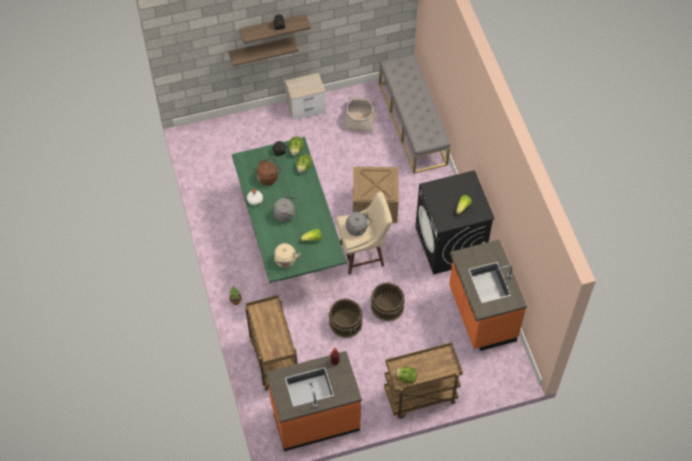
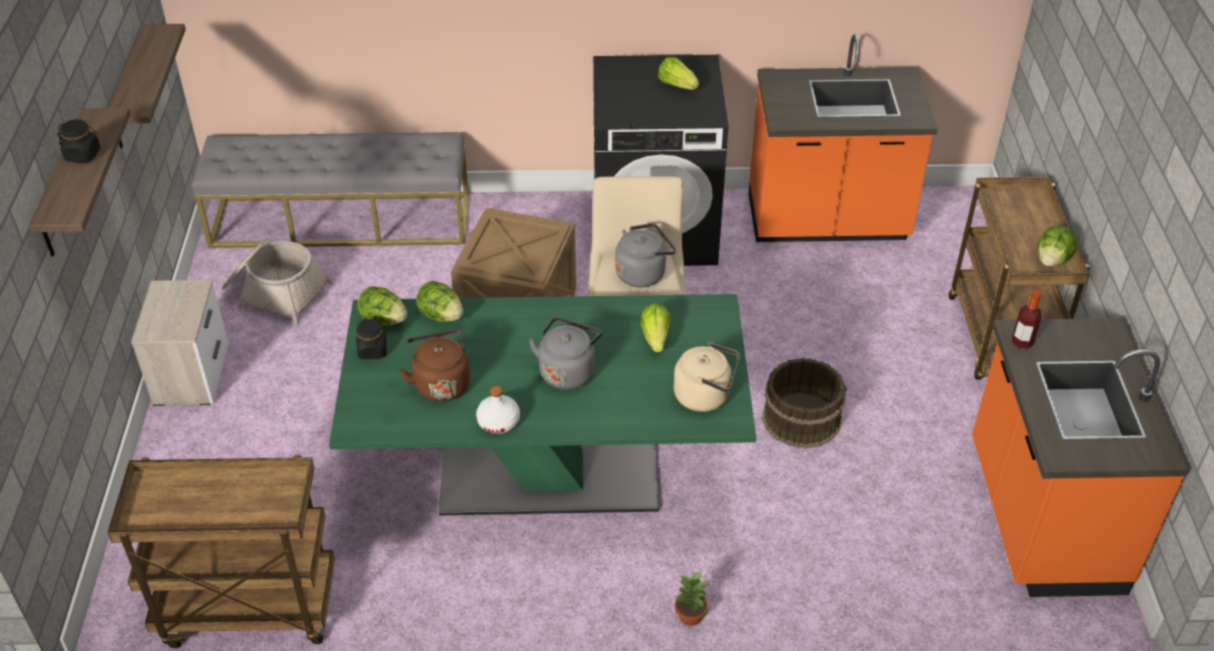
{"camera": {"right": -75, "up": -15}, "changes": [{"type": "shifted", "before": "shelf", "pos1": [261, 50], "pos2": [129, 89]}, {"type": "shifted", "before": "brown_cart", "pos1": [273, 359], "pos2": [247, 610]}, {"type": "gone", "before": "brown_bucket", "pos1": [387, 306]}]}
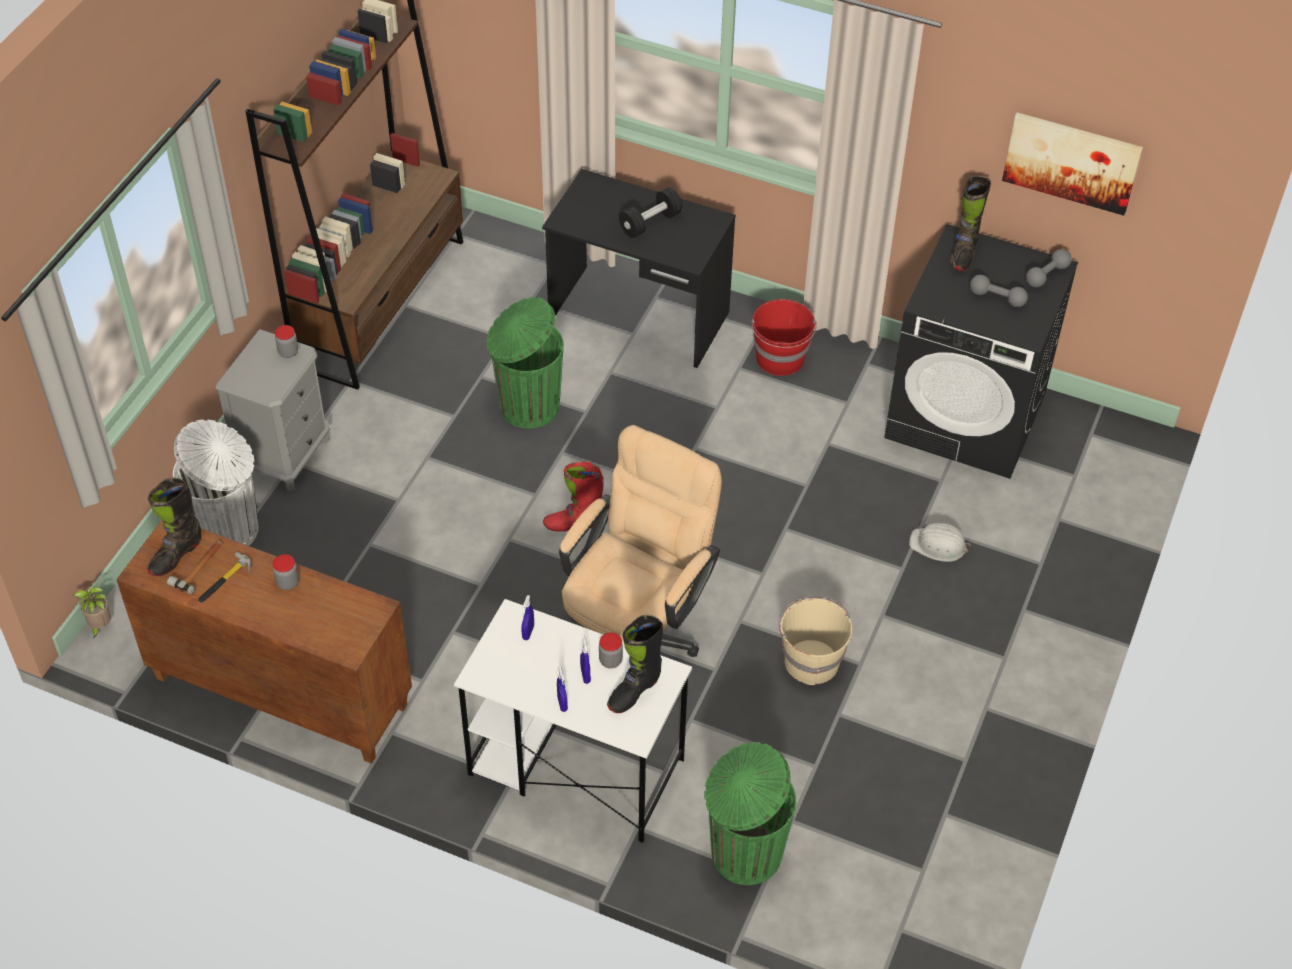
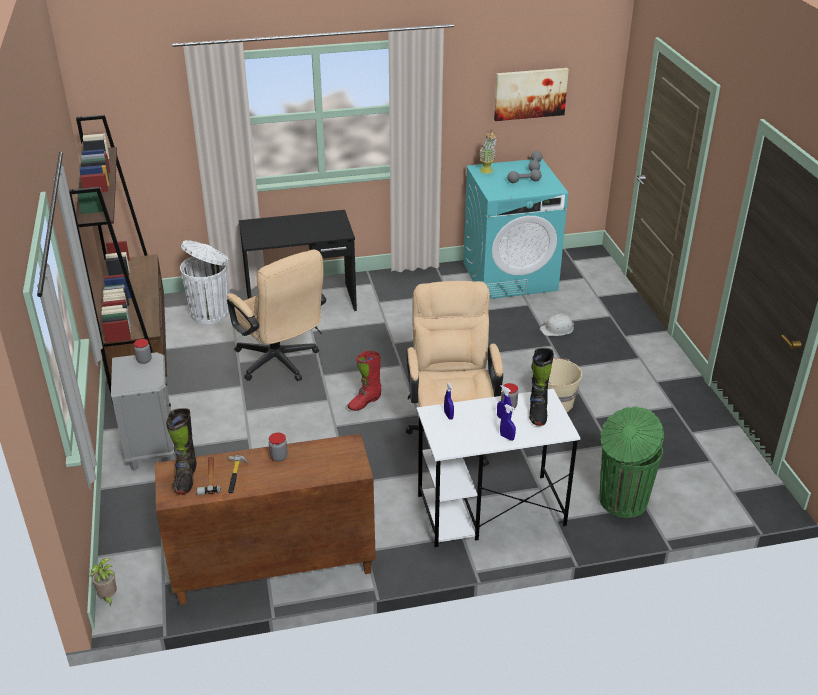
{"camera": {"right": -35, "up": -15}, "changes": [{"type": "shifted", "before": "white_trash_can", "pos1": [229, 530], "pos2": [211, 313]}, {"type": "swapped", "before": "green_trash_can", "after": "beige_office_chair", "pos1": [527, 406], "pos2": [280, 364]}, {"type": "gone", "before": "black_dumbbell", "pos1": [650, 223]}, {"type": "gone", "before": "red_bucket", "pos1": [780, 359]}, {"type": "repainted", "before": "black_washing_machine", "after": "turquoise_washing_machine", "pos1": [966, 416], "pos2": [510, 276]}, {"type": "swapped", "before": "black_boot", "after": "potted_plant", "pos1": [963, 253], "pos2": [487, 172]}]}
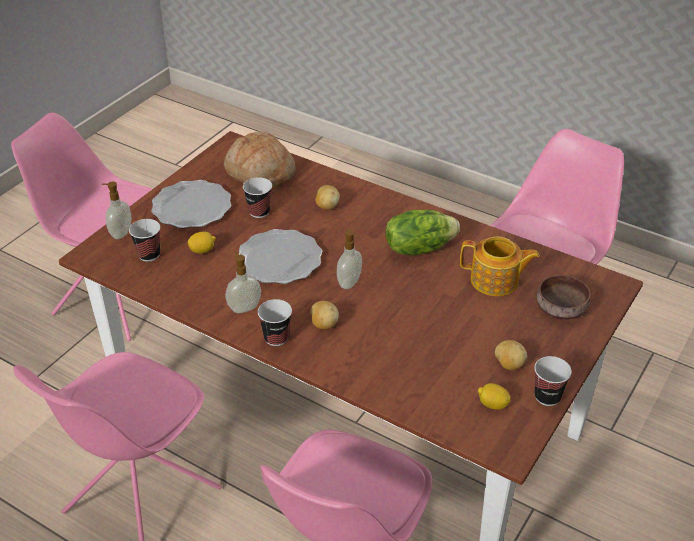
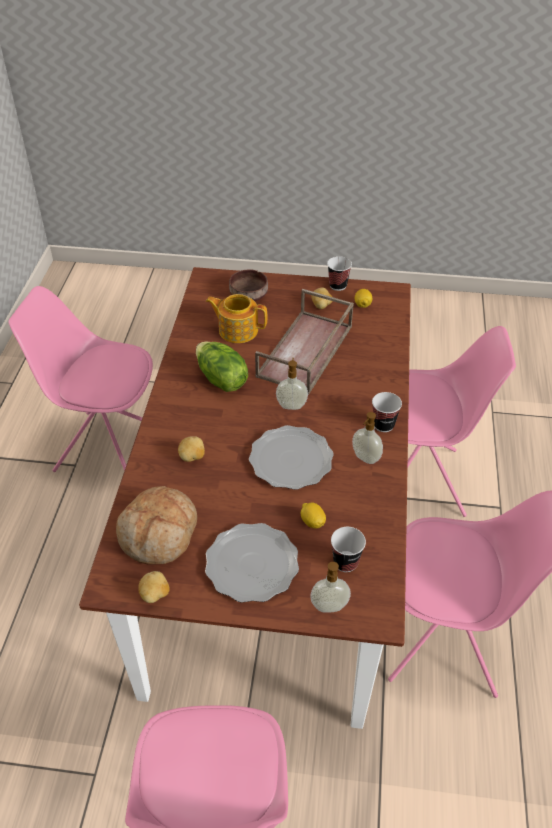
{"camera": {"right": -115, "up": 5}, "changes": [{"type": "gone", "before": "cup", "pos1": [259, 212]}, {"type": "shifted", "before": "potato", "pos1": [323, 324], "pos2": [155, 595]}, {"type": "rotated", "before": "teapot", "pos1": [495, 281], "pos2": [237, 330], "turn": -60}, {"type": "new", "after": "brown_tray", "pos2": [305, 352]}]}
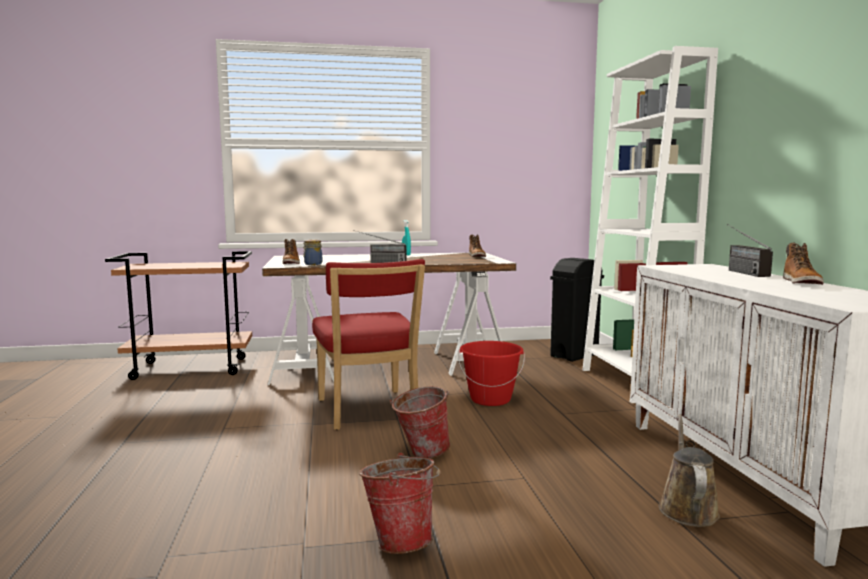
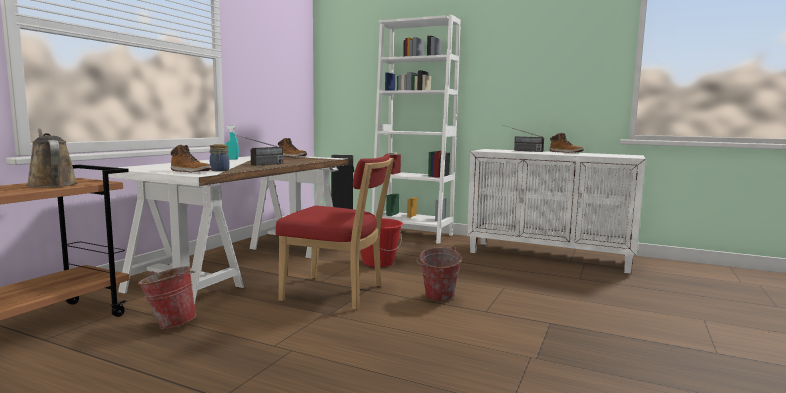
{"camera": {"right": -55, "up": 0}, "changes": [{"type": "shifted", "before": "bucket", "pos1": [401, 540], "pos2": [170, 324]}, {"type": "shifted", "before": "brown_watering_can", "pos1": [687, 508], "pos2": [51, 184]}]}
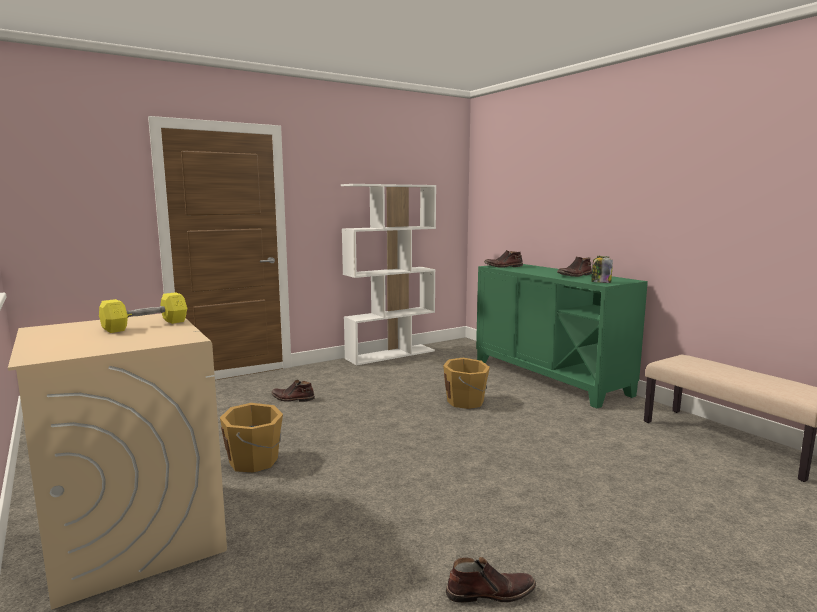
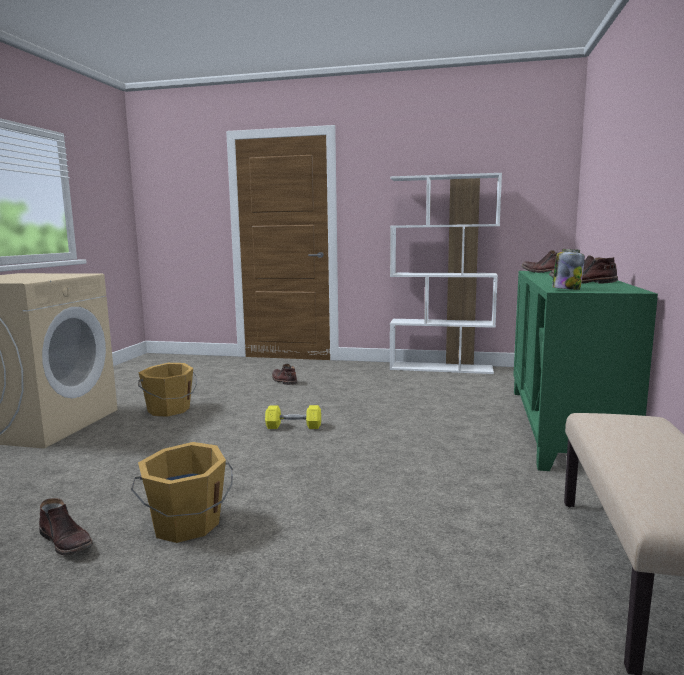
{"camera": {"right": 45, "up": 0}, "changes": [{"type": "shifted", "before": "yellow_dumbbell", "pos1": [145, 325], "pos2": [293, 426]}, {"type": "shifted", "before": "orange_bucket", "pos1": [466, 402], "pos2": [186, 525]}]}
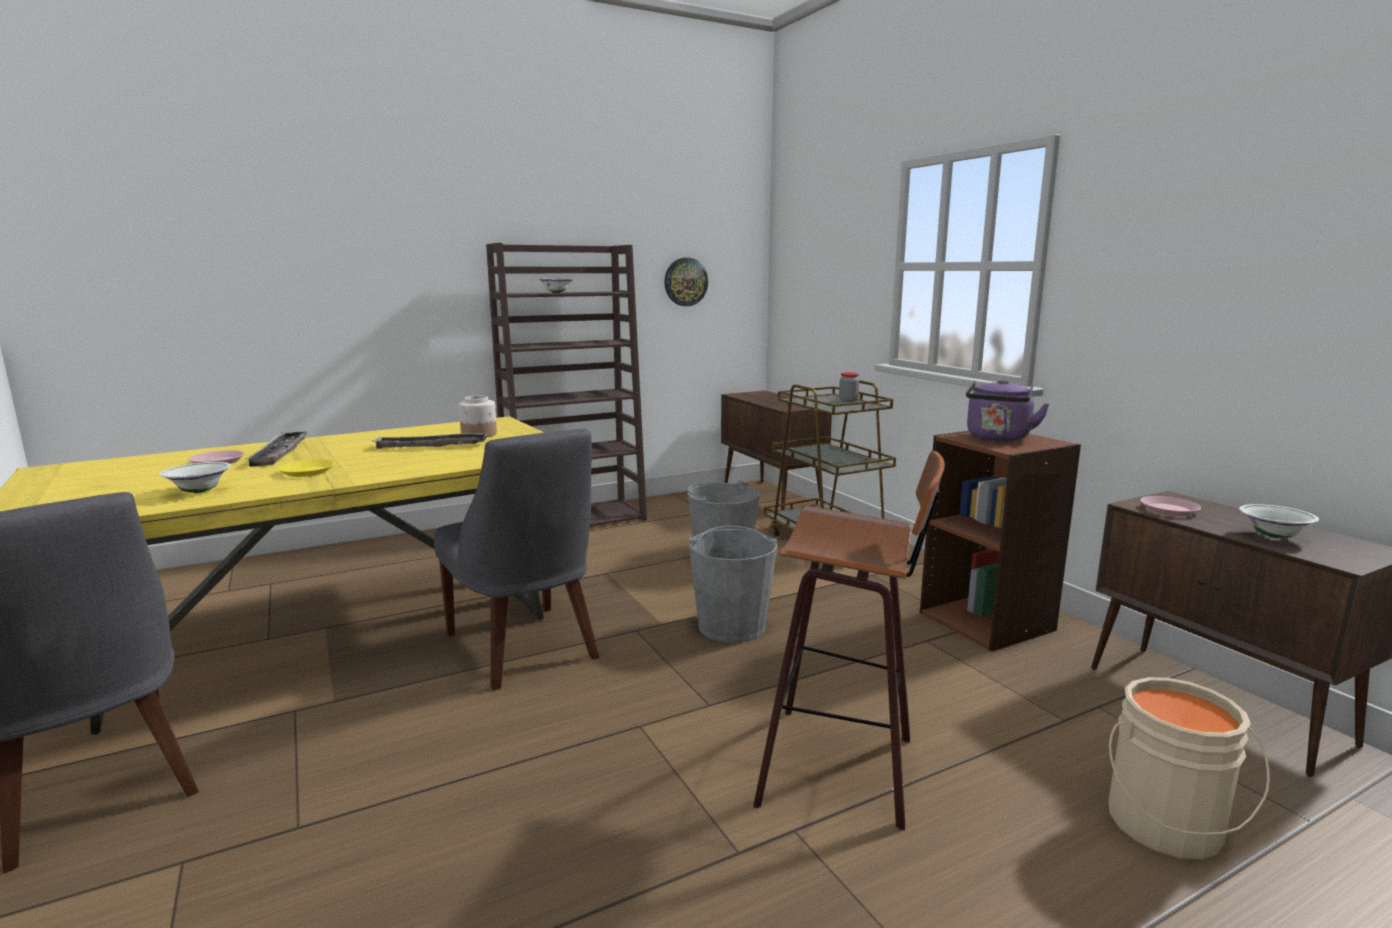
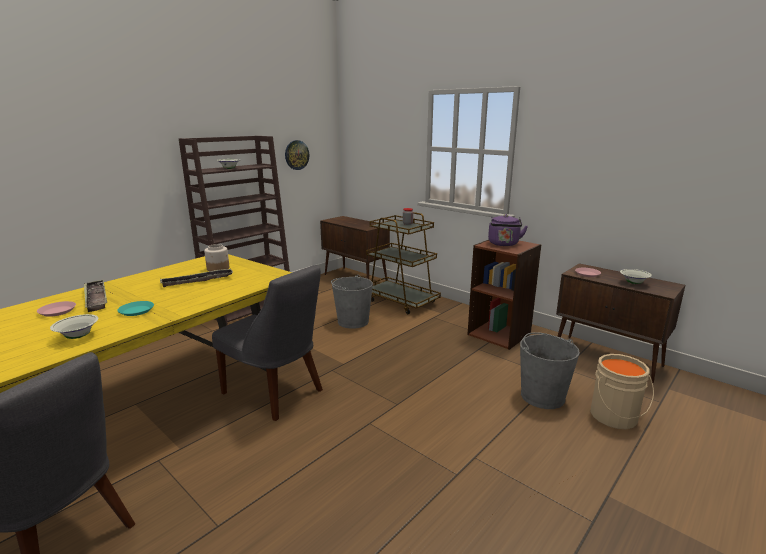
{"camera": {"right": -20, "up": 5}, "changes": [{"type": "repainted", "before": "yellow_plate", "after": "turquoise_plate", "pos1": [306, 472], "pos2": [136, 311]}, {"type": "shifted", "before": "grey_bucket", "pos1": [731, 626], "pos2": [542, 396]}, {"type": "gone", "before": "stool", "pos1": [844, 766]}]}
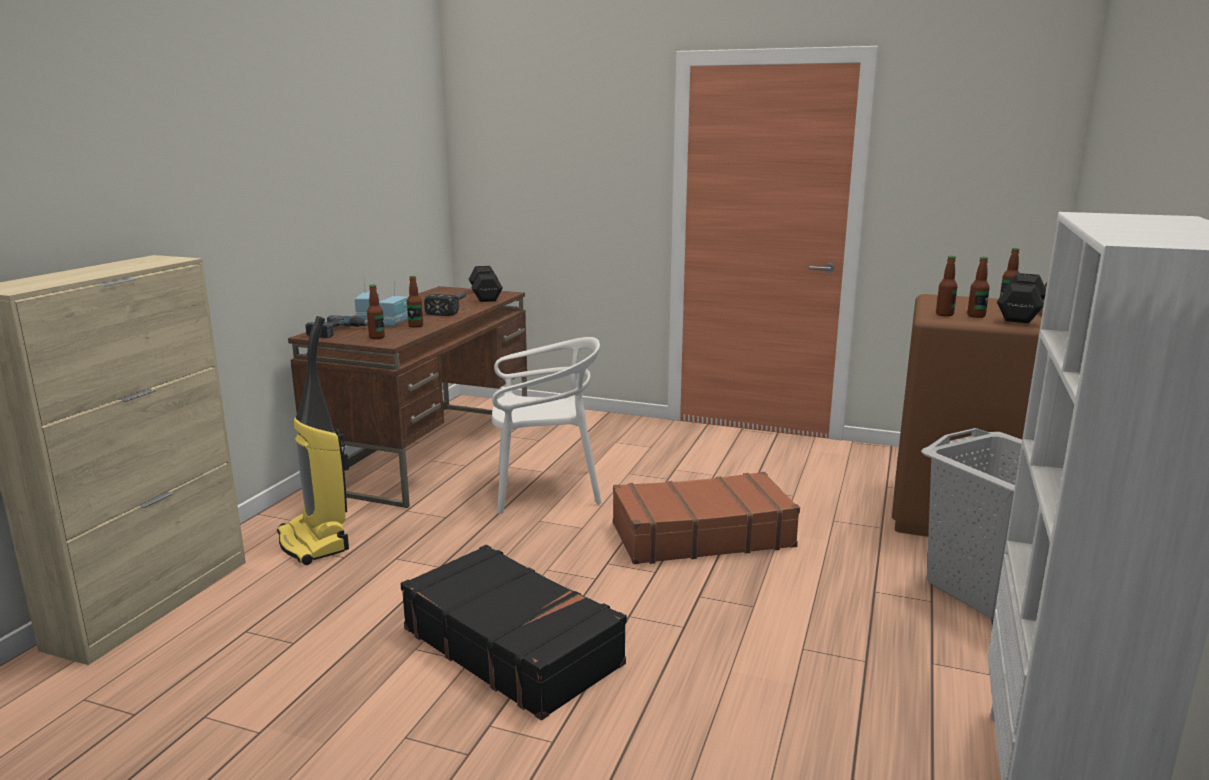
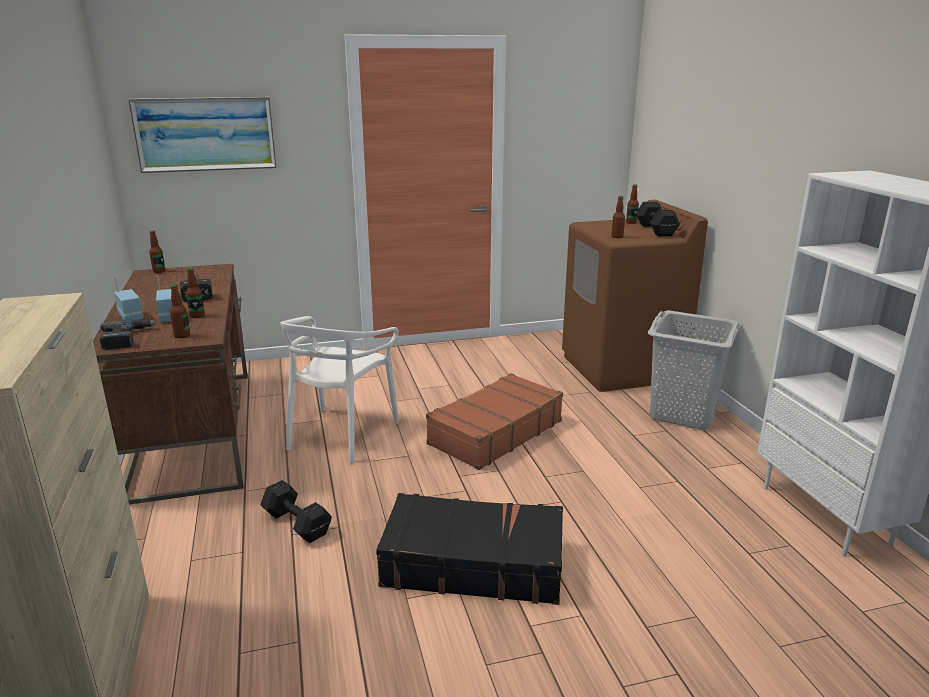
{"camera": {"right": -35, "up": 5}, "changes": [{"type": "gone", "before": "vacuum_cleaner", "pos1": [315, 542]}, {"type": "shifted", "before": "black_dumbbell", "pos1": [486, 295], "pos2": [296, 523]}, {"type": "rotated", "before": "white_chair", "pos1": [545, 489], "pos2": [341, 434], "turn": 150}, {"type": "shifted", "before": "bottle", "pos1": [976, 316], "pos2": [159, 271]}, {"type": "new", "after": "picture", "pos2": [205, 134]}]}
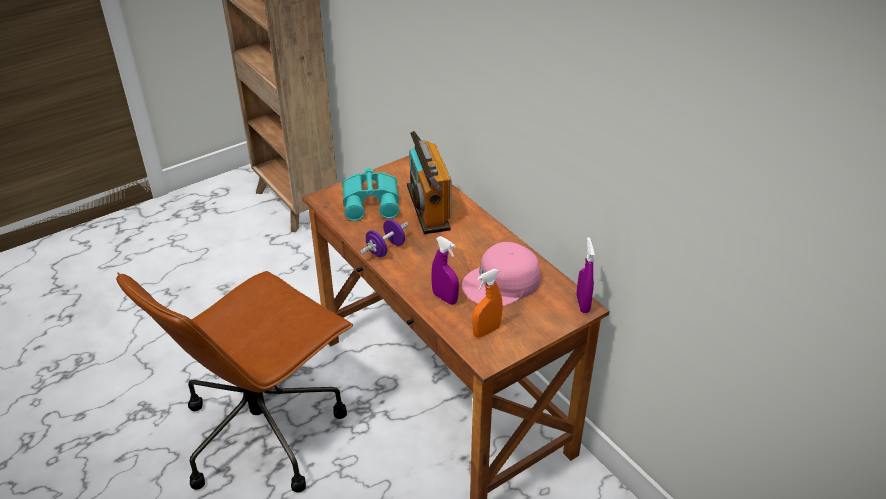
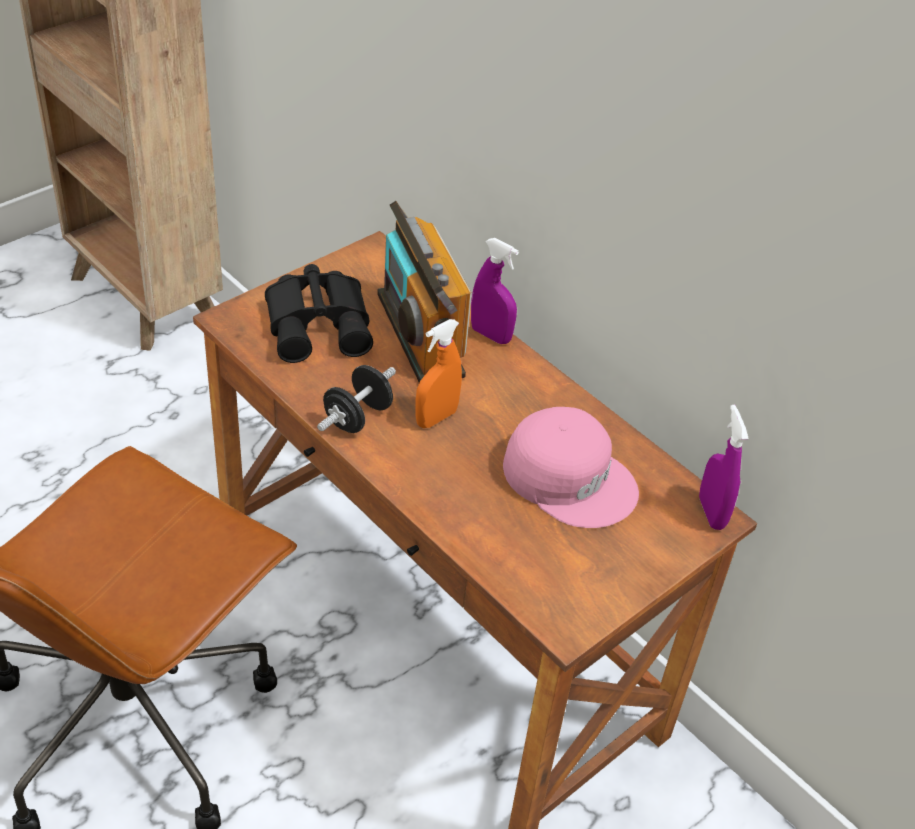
{"camera": {"right": -10, "up": 5}, "changes": [{"type": "repainted", "before": "turquoise_binoculars", "after": "black_binoculars", "pos1": [372, 201], "pos2": [320, 323]}, {"type": "repainted", "before": "purple_dumbbell", "after": "black_dumbbell", "pos1": [385, 249], "pos2": [357, 417]}, {"type": "shifted", "before": "purple_spray_bottle", "pos1": [445, 298], "pos2": [490, 335]}, {"type": "rotated", "before": "pink_cap", "pos1": [502, 283], "pos2": [570, 477], "turn": -105}, {"type": "shifted", "before": "orange_spray_bottle", "pos1": [486, 331], "pos2": [436, 418]}]}
